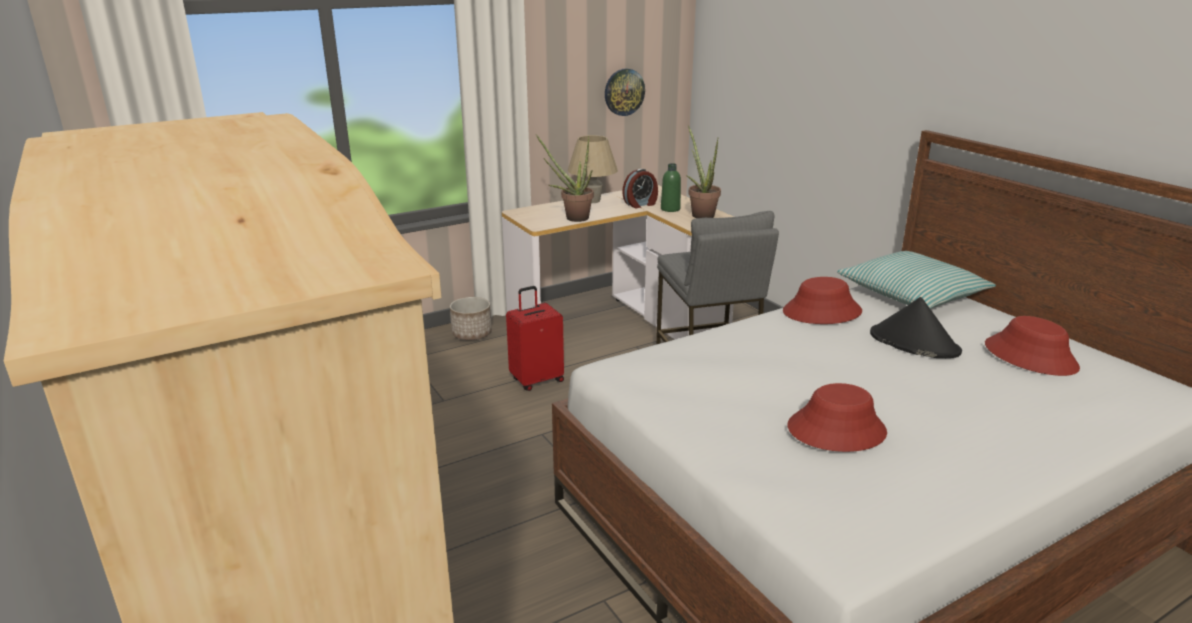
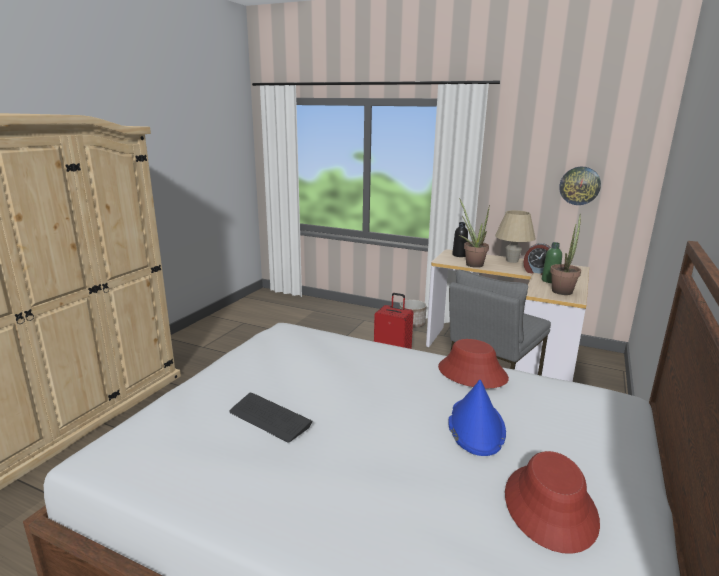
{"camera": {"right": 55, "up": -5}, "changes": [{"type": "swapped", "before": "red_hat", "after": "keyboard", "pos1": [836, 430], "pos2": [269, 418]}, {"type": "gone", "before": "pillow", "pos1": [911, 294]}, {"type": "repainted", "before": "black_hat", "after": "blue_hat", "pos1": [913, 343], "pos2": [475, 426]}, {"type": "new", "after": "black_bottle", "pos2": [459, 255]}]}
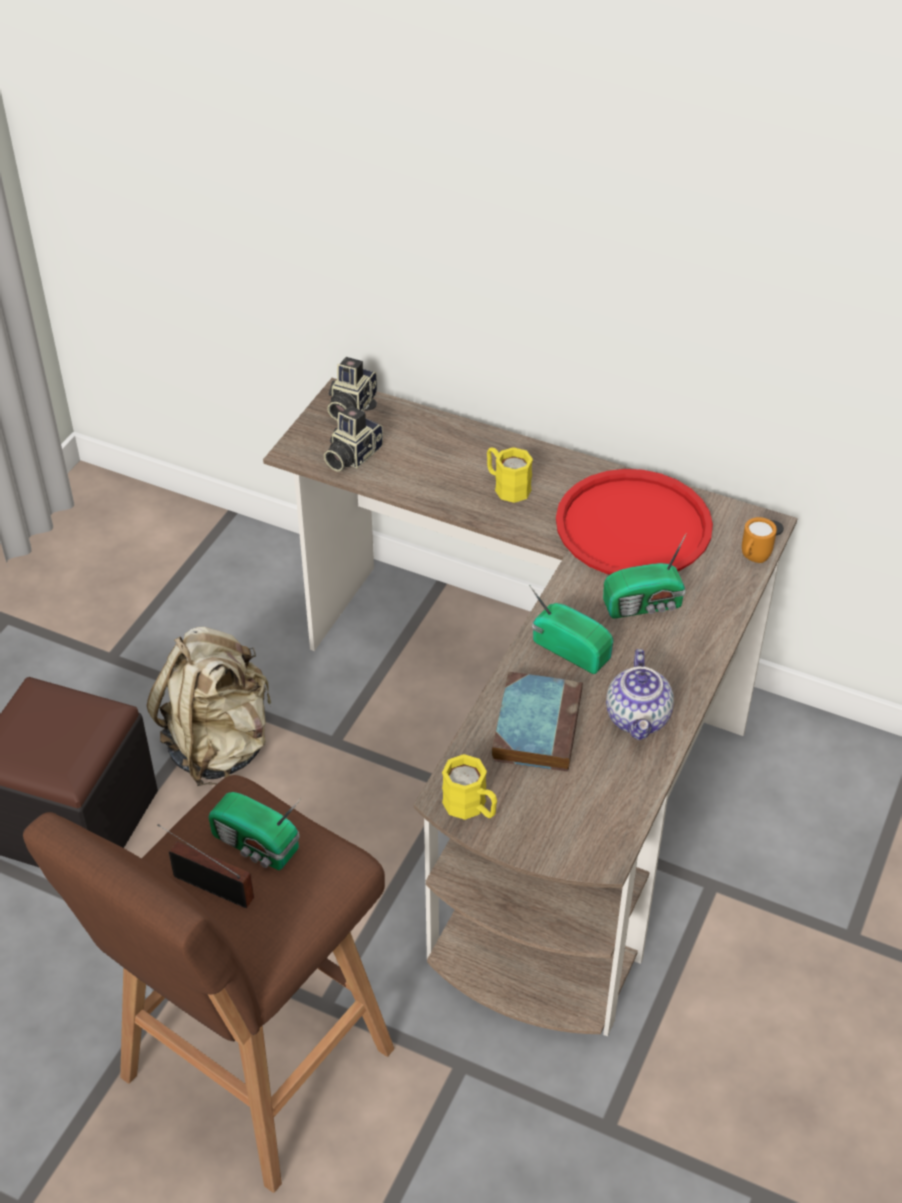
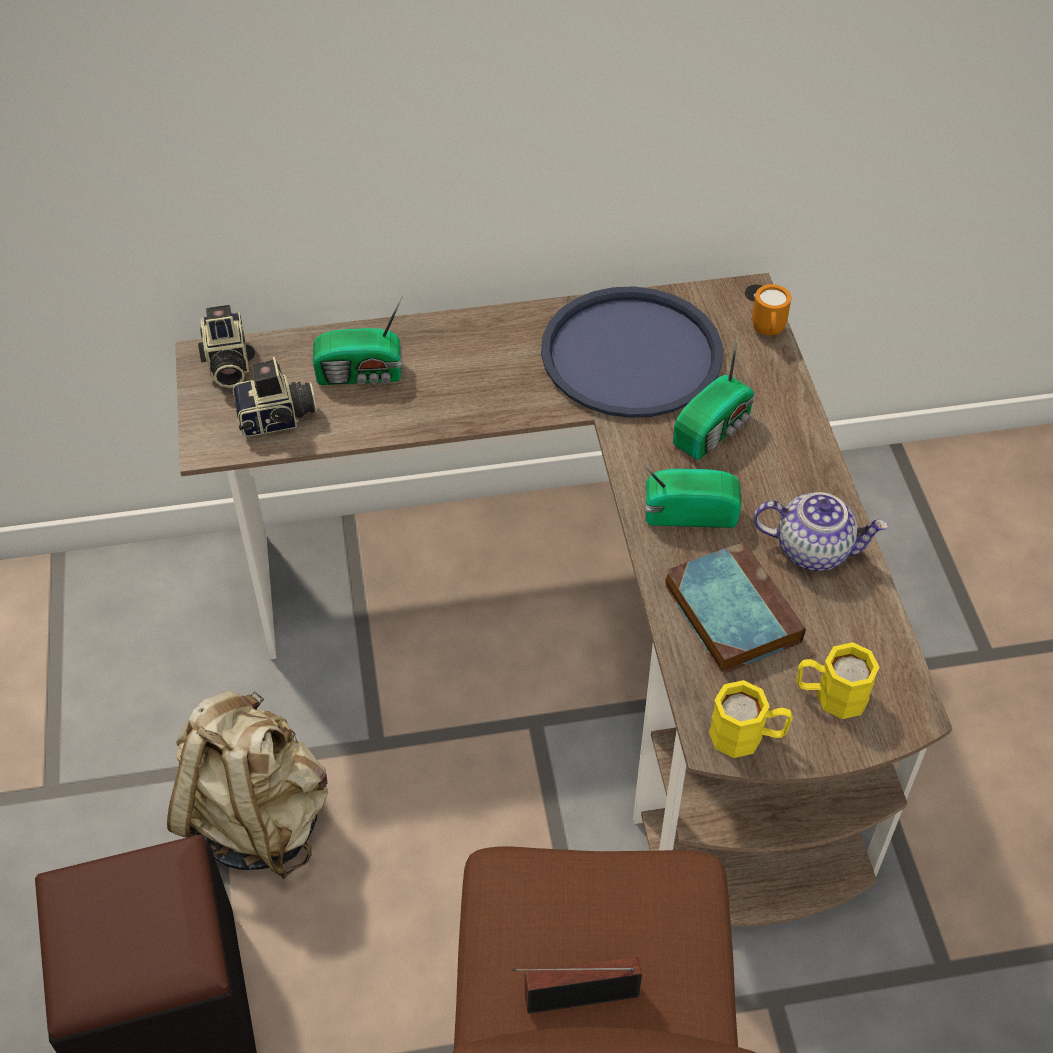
{"camera": {"right": -35, "up": 5}, "changes": [{"type": "shifted", "before": "radio", "pos1": [256, 845], "pos2": [362, 374]}, {"type": "rotated", "before": "photo_camera", "pos1": [351, 455], "pos2": [277, 419], "turn": -105}, {"type": "shifted", "before": "yellow_mug", "pos1": [507, 486], "pos2": [830, 695]}, {"type": "repainted", "before": "red_tray", "after": "blue_tray", "pos1": [633, 526], "pos2": [631, 354]}, {"type": "rotated", "before": "teapot", "pos1": [638, 718], "pos2": [814, 549], "turn": -45}]}
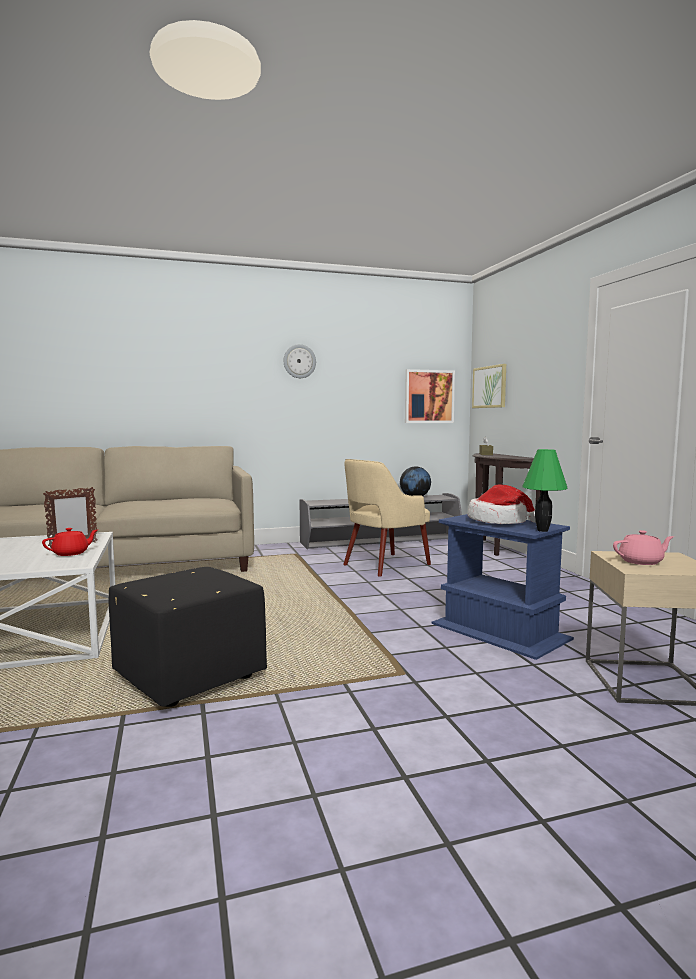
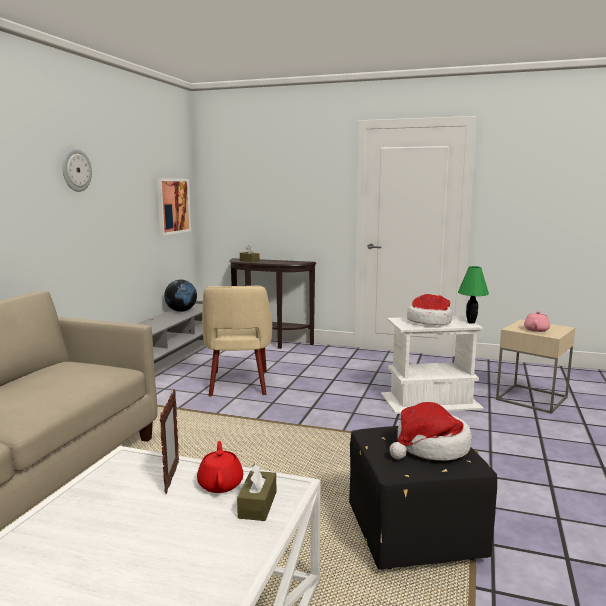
{"camera": {"right": -55, "up": 5}, "changes": [{"type": "repainted", "before": "blue_side_table", "after": "white_side_table", "pos1": [501, 631], "pos2": [431, 401]}, {"type": "gone", "before": "picture", "pos1": [489, 387]}, {"type": "new", "after": "brown_tissue_box", "pos2": [257, 505]}, {"type": "new", "after": "hat", "pos2": [431, 448]}]}
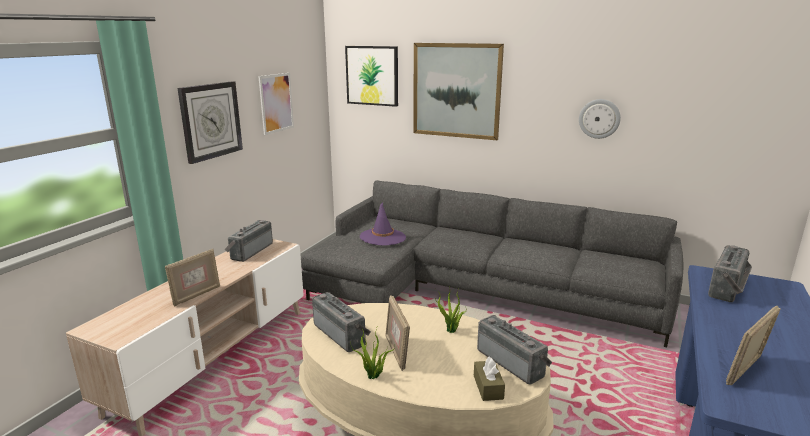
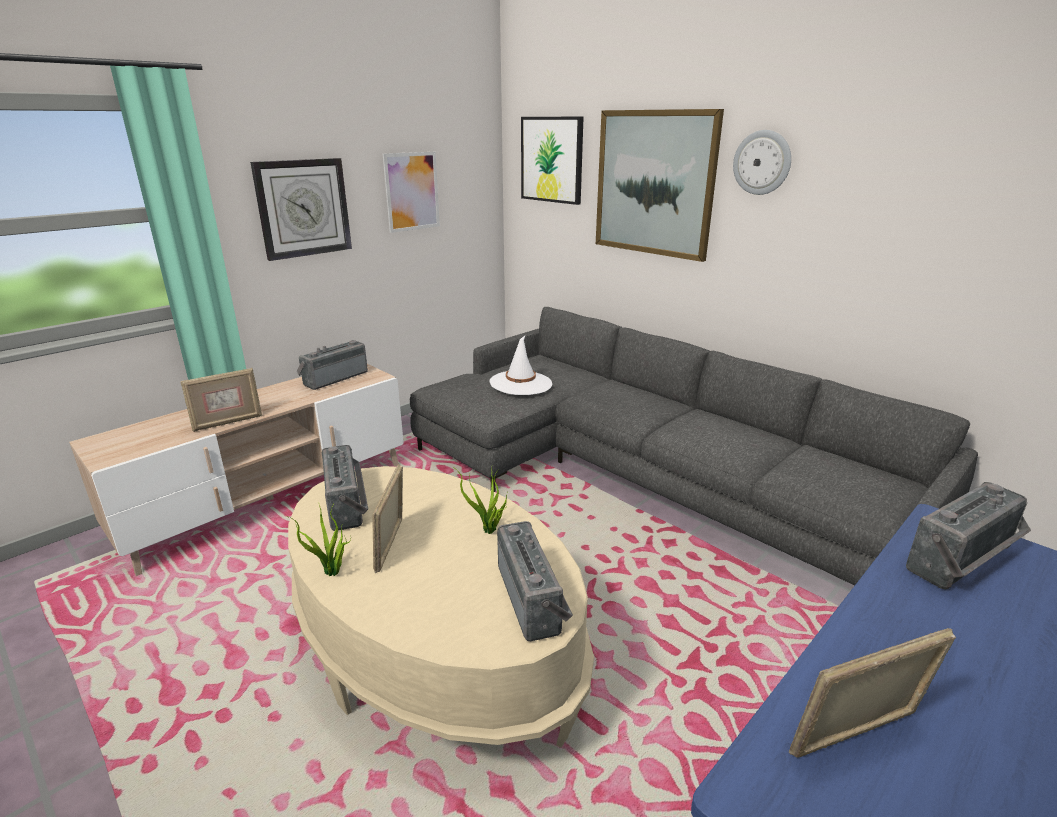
{"camera": {"right": 20, "up": 5}, "changes": [{"type": "repainted", "before": "purple_hat", "after": "white_hat", "pos1": [382, 237], "pos2": [521, 383]}, {"type": "gone", "before": "brown_tissue_box", "pos1": [488, 387]}, {"type": "shifted", "before": "wall_clock", "pos1": [599, 118], "pos2": [762, 162]}]}
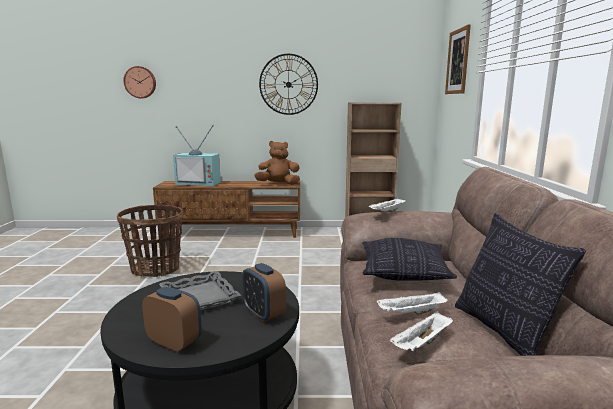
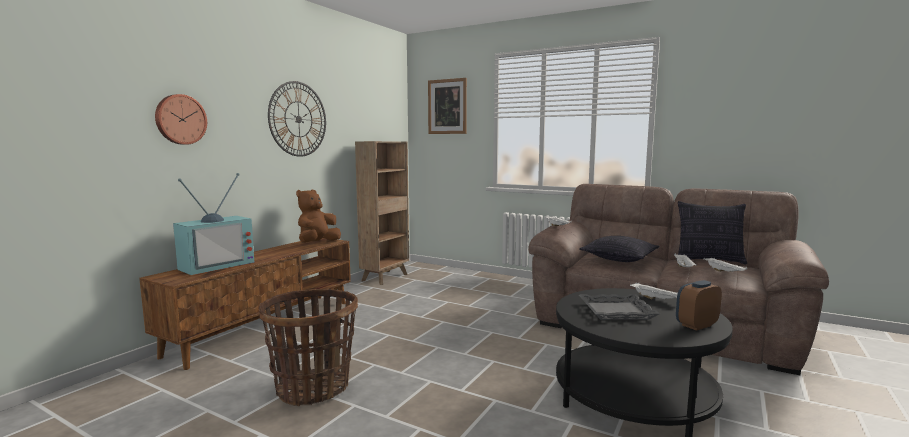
{"camera": {"right": -60, "up": -5}, "changes": [{"type": "shifted", "before": "wall_clock", "pos1": [140, 82], "pos2": [180, 119]}, {"type": "swapped", "before": "alarm_clock", "after": "white_tray", "pos1": [263, 314], "pos2": [656, 299]}]}
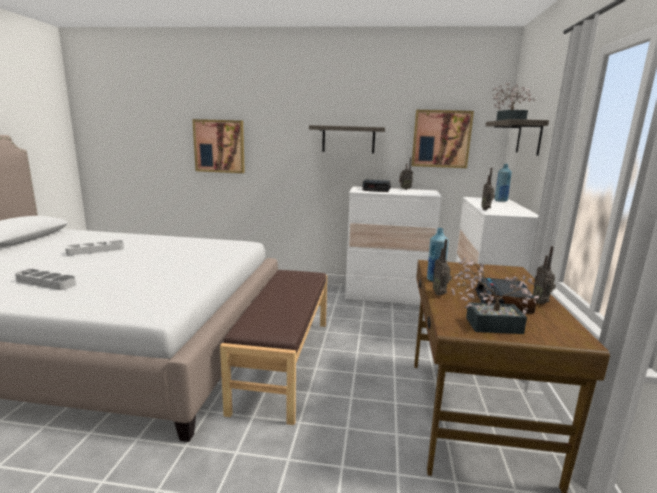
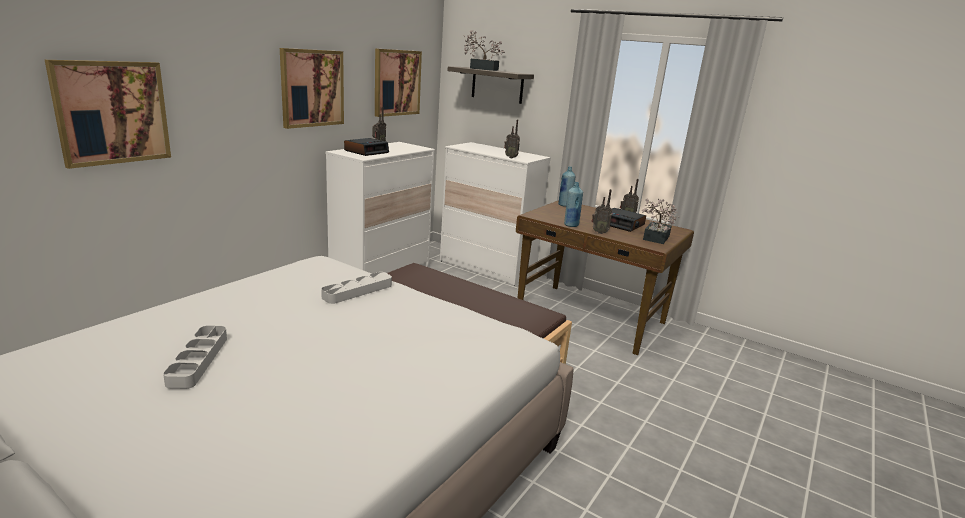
{"camera": {"right": -65, "up": 5}, "changes": [{"type": "shifted", "before": "grey_tray", "pos1": [46, 283], "pos2": [357, 291]}, {"type": "swapped", "before": "shelf", "after": "picture", "pos1": [348, 139], "pos2": [312, 88]}, {"type": "shifted", "before": "blue_bottle", "pos1": [500, 200], "pos2": [564, 205]}]}
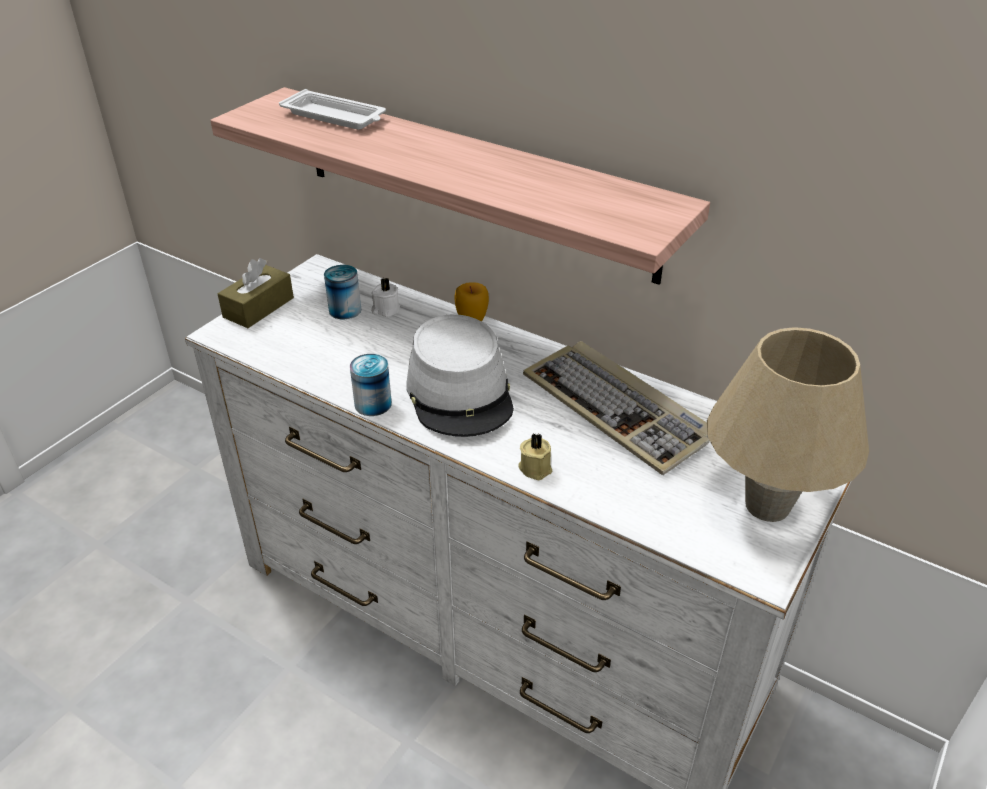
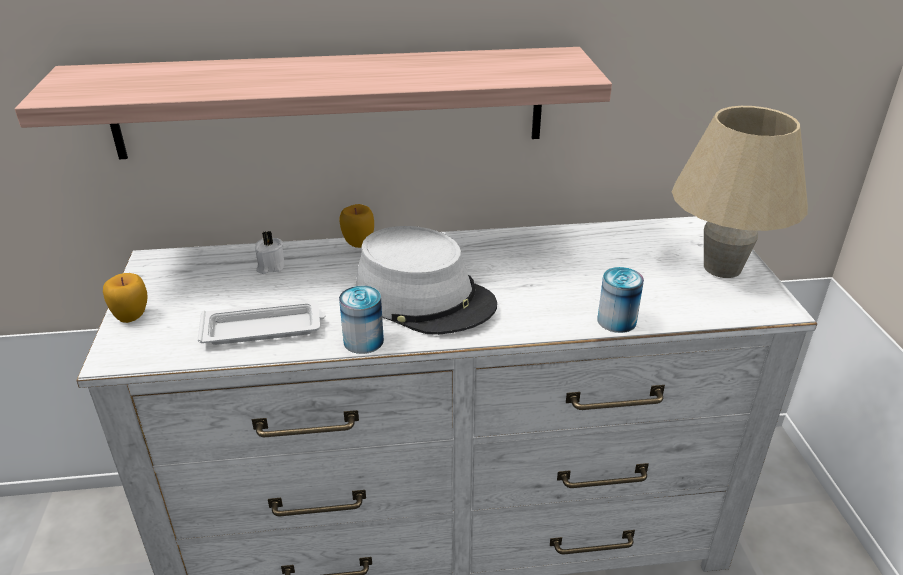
{"camera": {"right": -40, "up": -5}, "changes": [{"type": "swapped", "before": "brown_tissue_box", "after": "apple", "pos1": [258, 307], "pos2": [132, 317]}, {"type": "shifted", "before": "white_tray", "pos1": [335, 117], "pos2": [264, 329]}, {"type": "shifted", "before": "can", "pos1": [345, 310], "pos2": [616, 321]}, {"type": "gone", "before": "beige_candle", "pos1": [535, 467]}, {"type": "gone", "before": "keyboard", "pos1": [617, 409]}]}
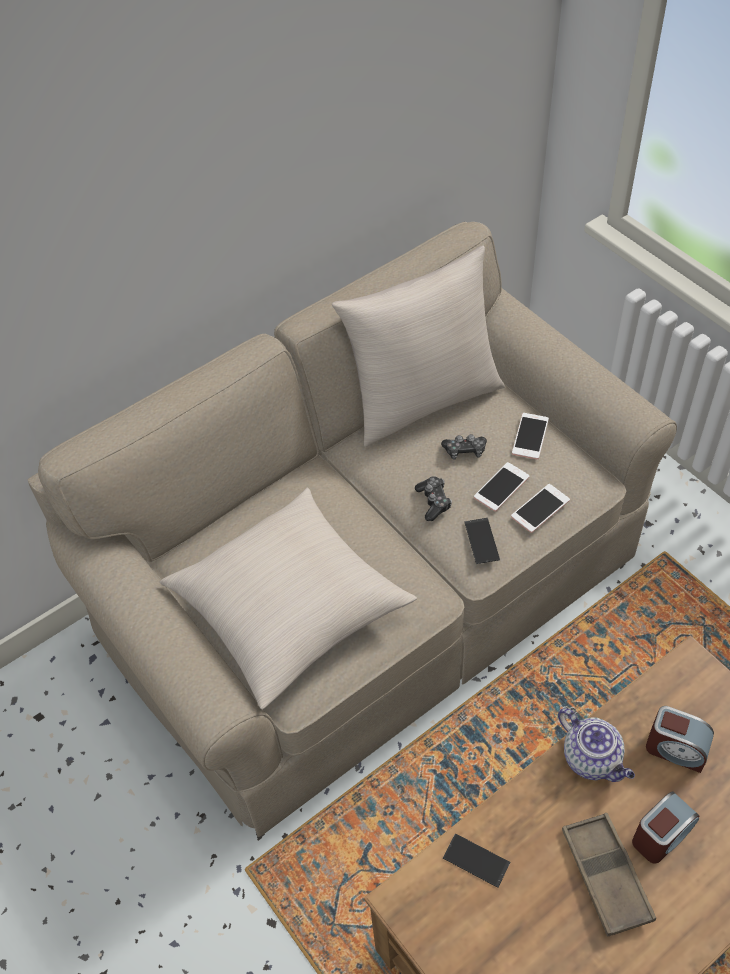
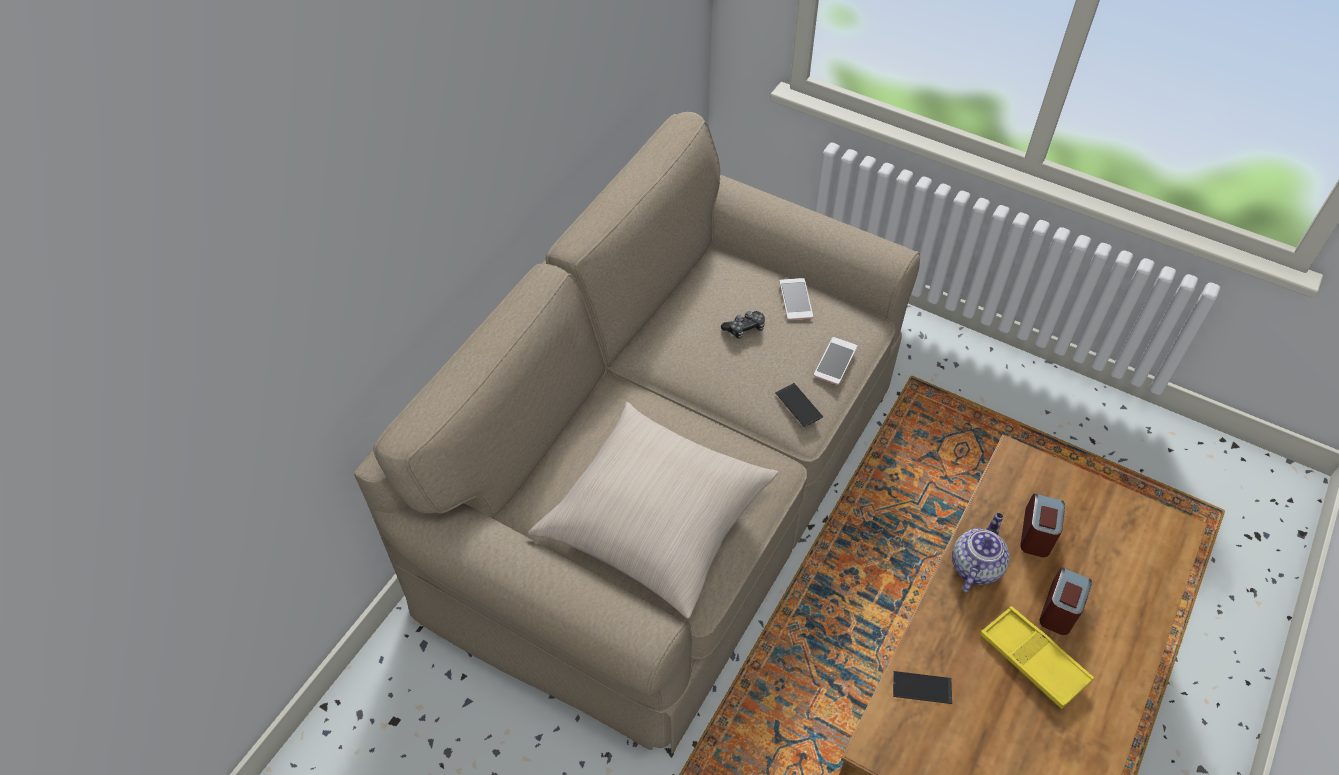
{"camera": {"right": -25, "up": 0}, "changes": [{"type": "gone", "before": "beige_pillow", "pos1": [423, 400]}, {"type": "gone", "before": "game_controller", "pos1": [433, 502]}, {"type": "gone", "before": "phone", "pos1": [501, 487]}, {"type": "rotated", "before": "teapot", "pos1": [592, 759], "pos2": [975, 565], "turn": -90}, {"type": "repainted", "before": "brown_tray", "after": "yellow_tray", "pos1": [606, 876], "pos2": [1033, 660]}, {"type": "rotated", "before": "alarm_clock", "pos1": [676, 749], "pos2": [1037, 533], "turn": -75}]}
